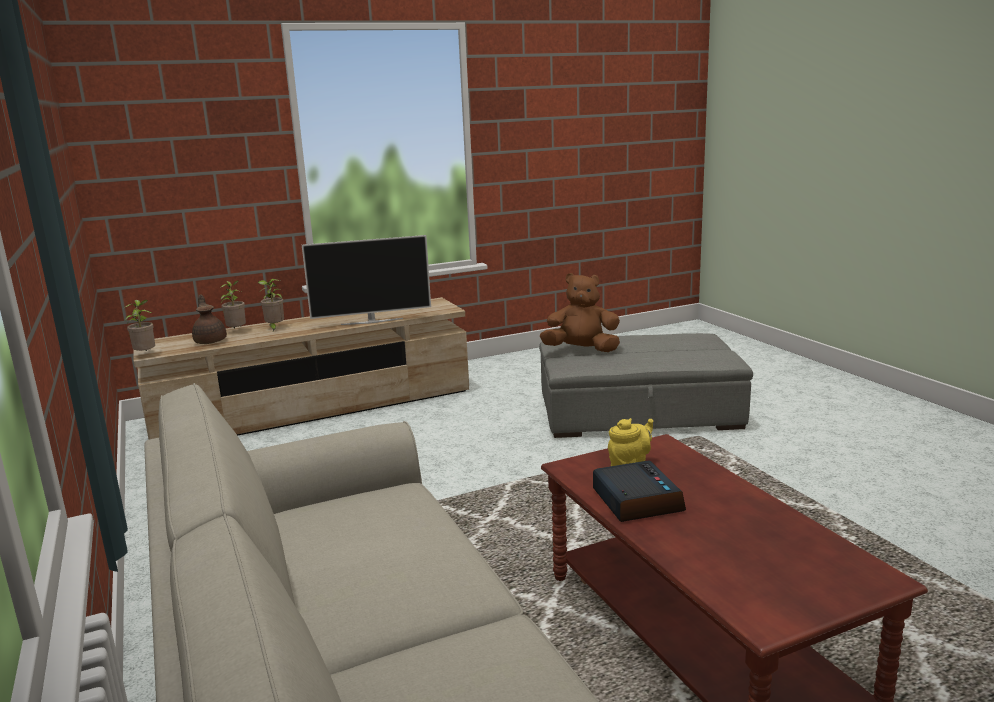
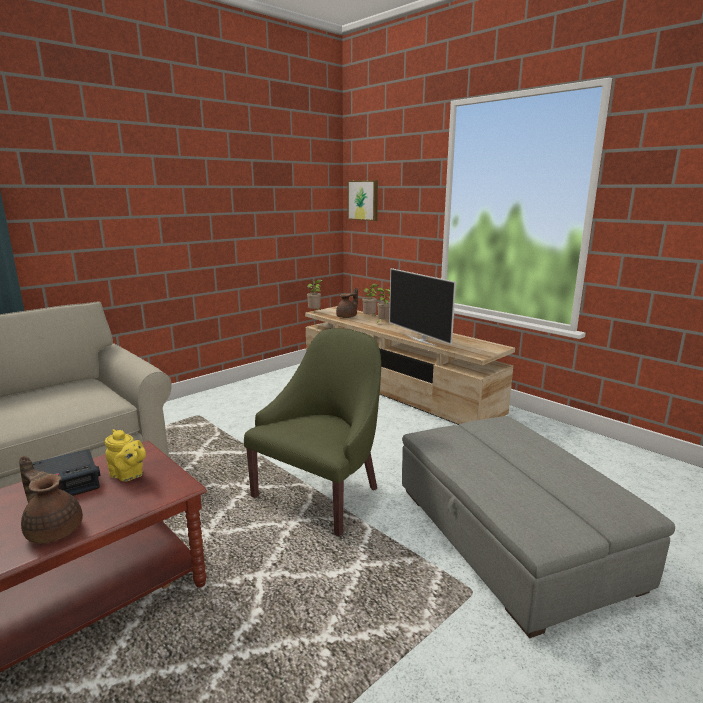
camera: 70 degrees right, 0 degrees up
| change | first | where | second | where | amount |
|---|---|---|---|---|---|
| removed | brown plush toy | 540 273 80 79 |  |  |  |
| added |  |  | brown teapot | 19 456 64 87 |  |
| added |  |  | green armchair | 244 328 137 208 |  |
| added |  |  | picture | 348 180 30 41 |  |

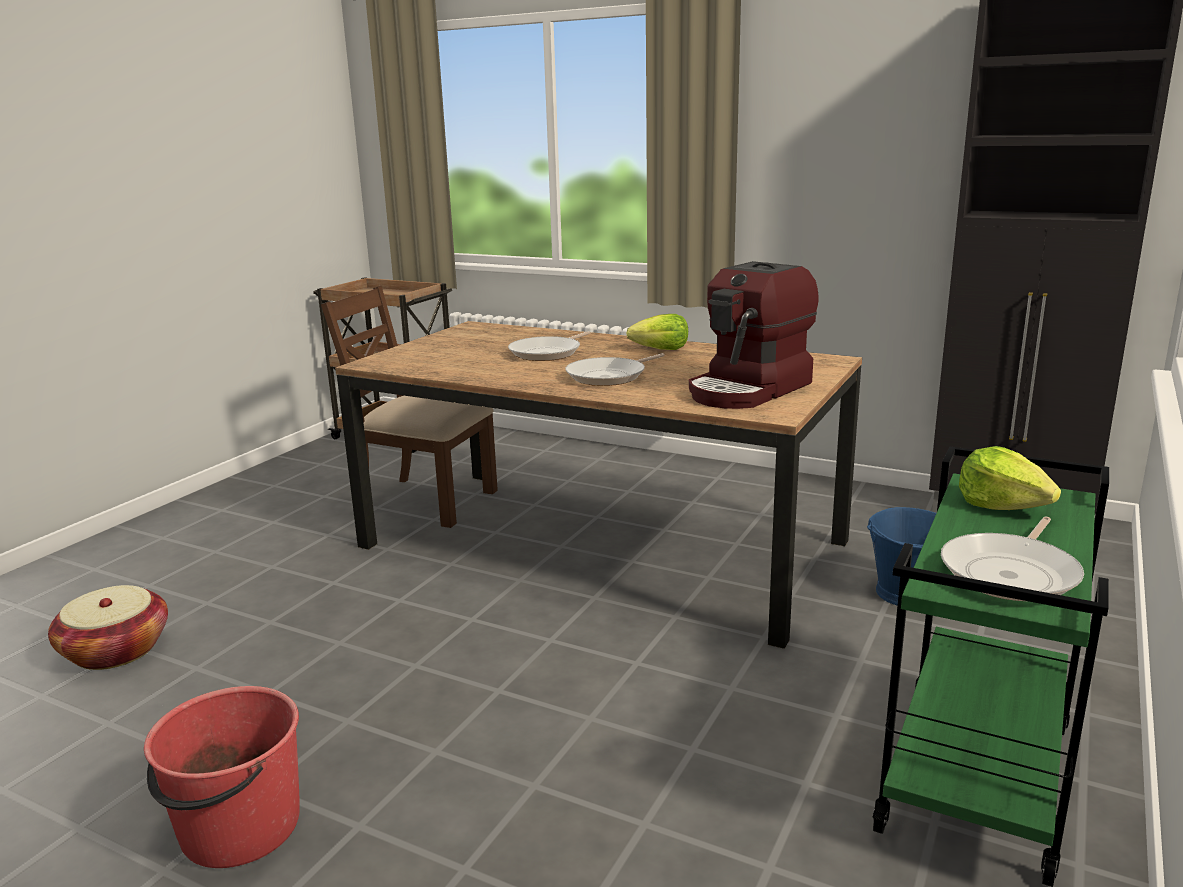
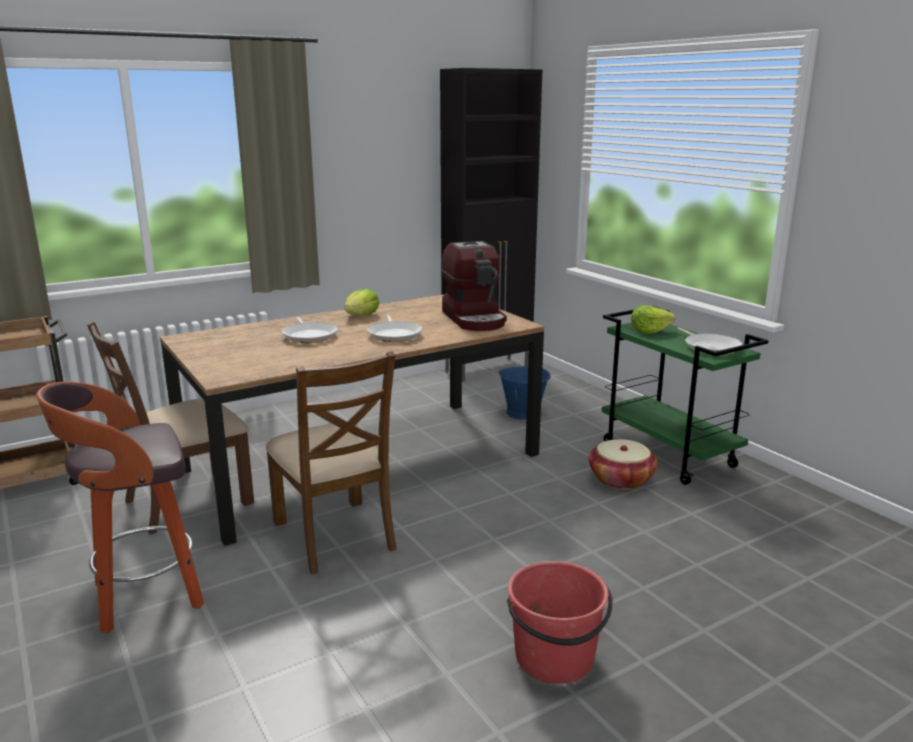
camera: 60 degrees left, 0 degrees up
| change | first | where | second | where | amount |
|---|---|---|---|---|---|
| added |  |  | stool | 36 382 168 252 |  |
| added |  |  | brown chair | 266 351 131 224 |  |
| moved | basket | 48 585 120 85 |  | 589 439 68 51 |  |

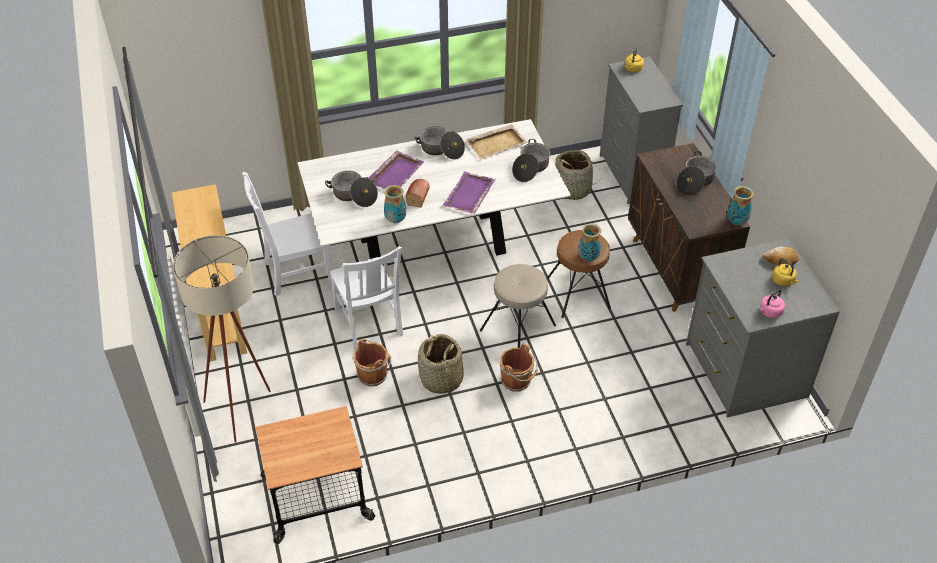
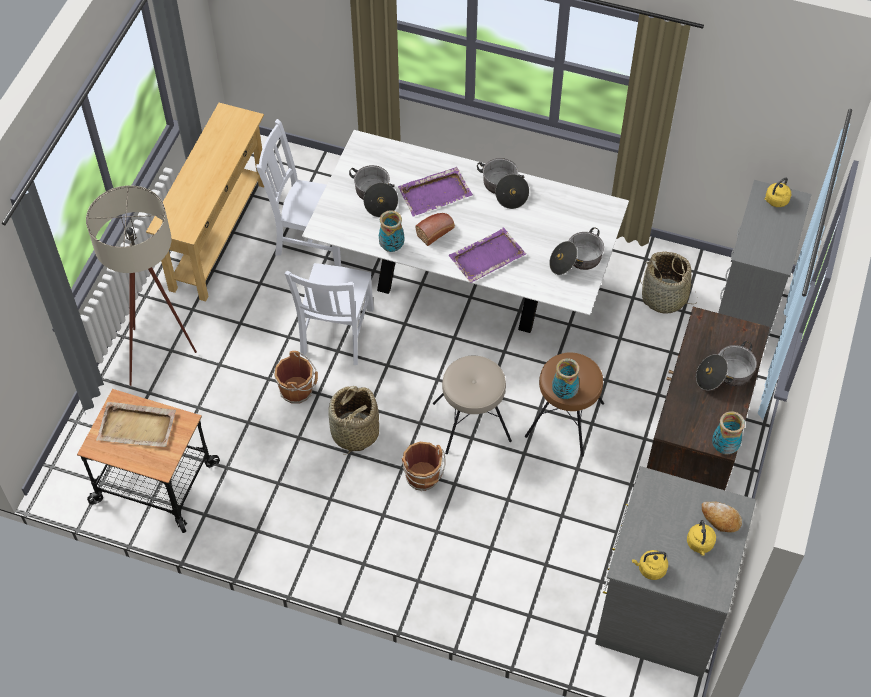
camera: 35 degrees right, 10 degrees up
| change | first | where | second | where | amount |
|---|---|---|---|---|---|
| moved | beige tray | 466 124 62 36 |  | 96 402 80 45 |  |
| recoloured | pink kettle | 759 289 26 29 | yellow kettle | 632 550 36 30 |  |

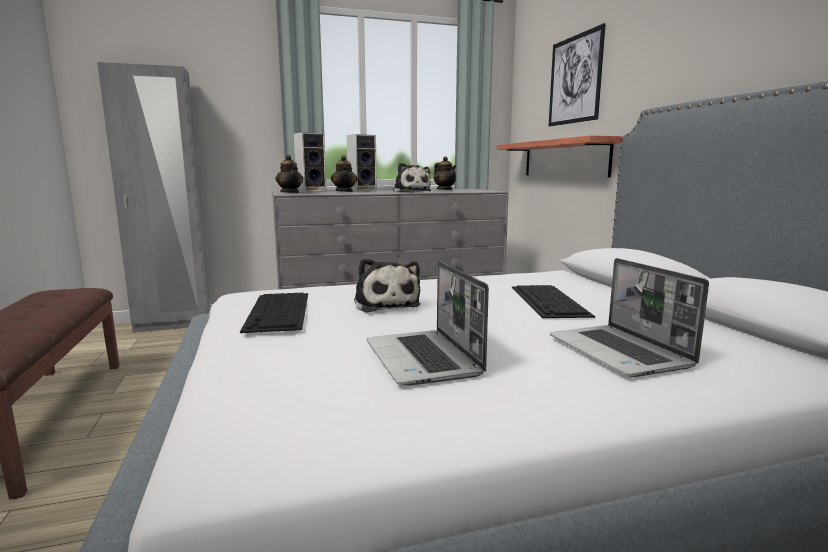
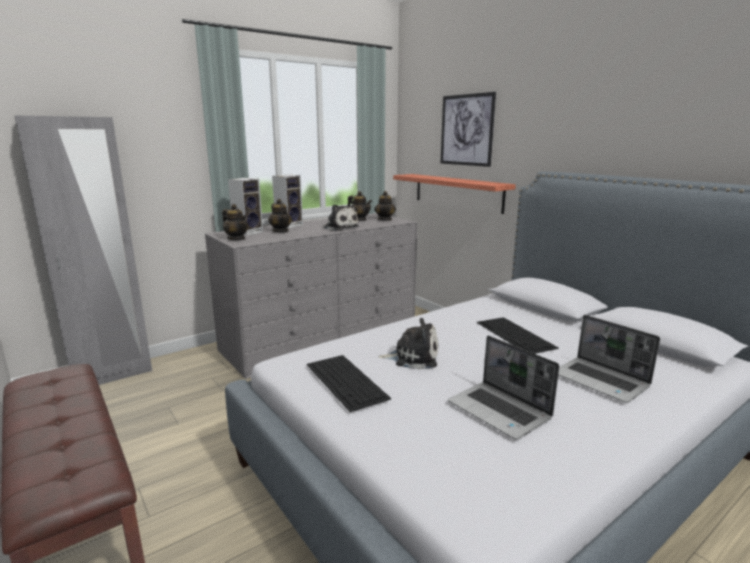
camera: 20 degrees left, 5 degrees up
| change | first | where | second | where | amount |
|---|---|---|---|---|---|
| added |  |  | teapot | 374 191 22 30 |  |
| turned | plush toy | 354 258 66 55 |  | 379 318 59 51 | 45 degrees counterclockwise |

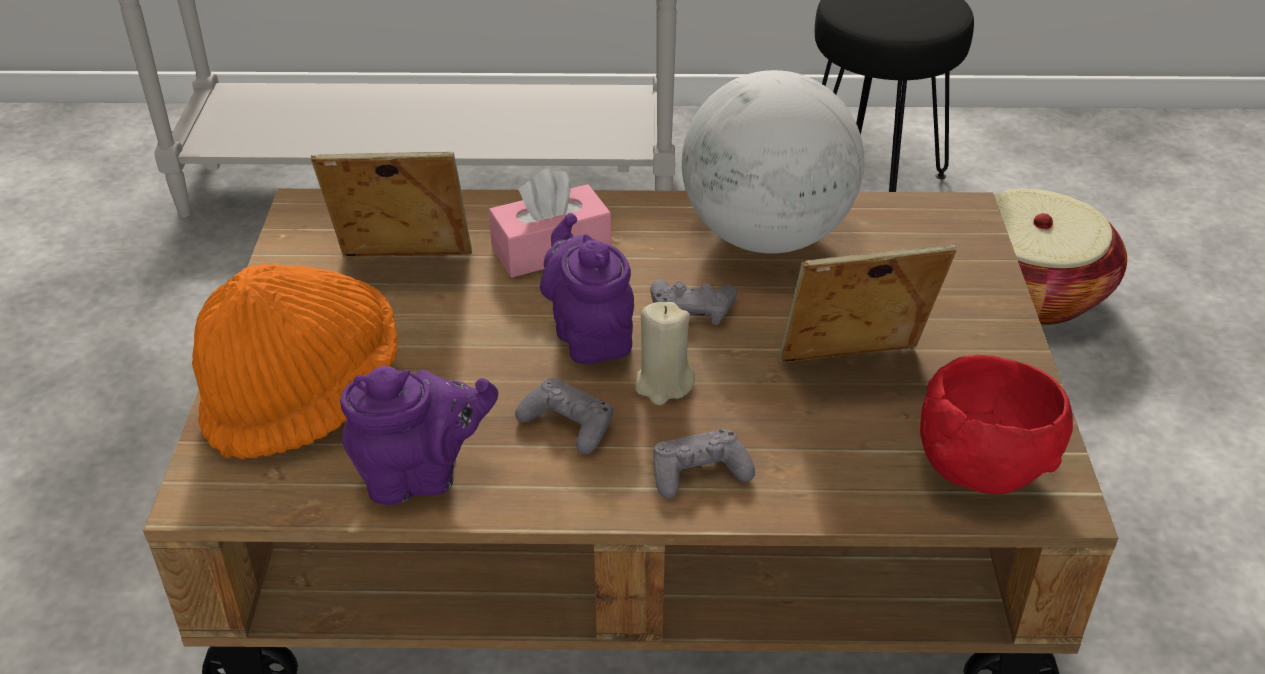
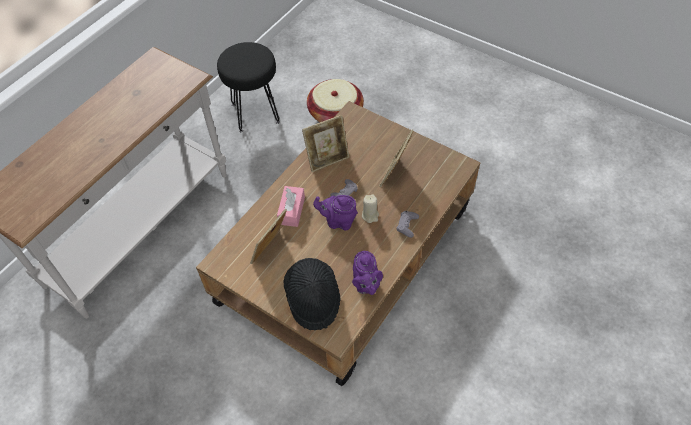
camera: 55 degrees left, 15 degrees up
| change | first | where | second | where | amount |
|---|---|---|---|---|---|
| removed | grey game controller | 515 378 99 76 |  |  |  |
| removed | red bowl | 920 355 153 139 |  |  |  |
| replaced | globe | 682 70 182 184 | picture frame | 302 115 47 57 |  |
| recoloured | orange hat | 192 264 206 195 | black hat | 283 258 58 72 |  |
| turned | purple teapot | 340 366 158 139 |  | 352 251 31 44 | 150 degrees clockwise |

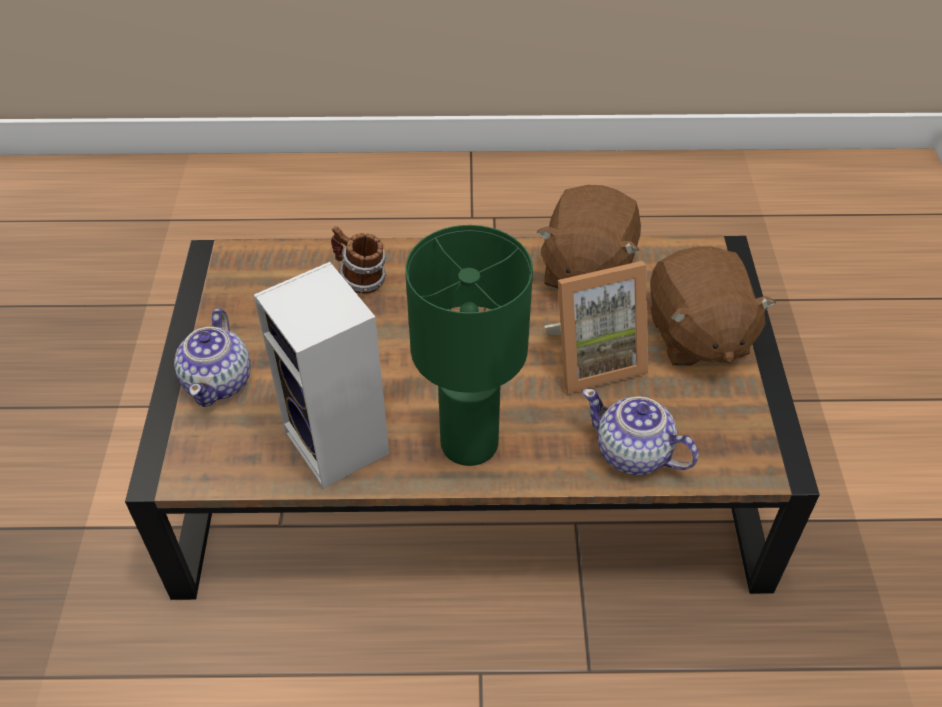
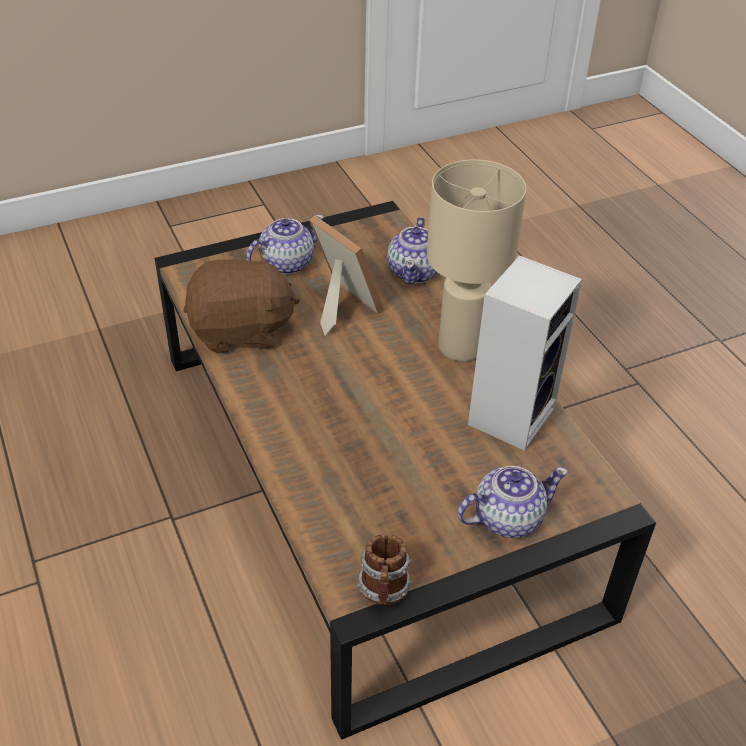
camera: 115 degrees left, 5 degrees down
| change | first | where | second | where | amount |
|---|---|---|---|---|---|
| moved | mug | 331 226 56 68 |  | 358 534 54 71 |  |
| replaced | brown plush toy | 650 246 126 121 | teapot | 247 215 77 59 |  |
| recoloured | green table lamp | 405 225 128 241 | beige table lamp | 427 159 99 202 |  |

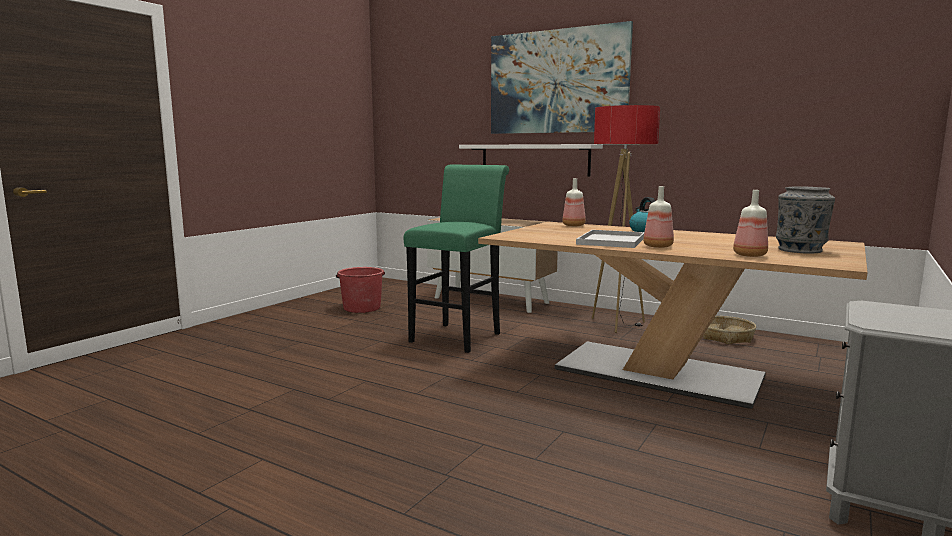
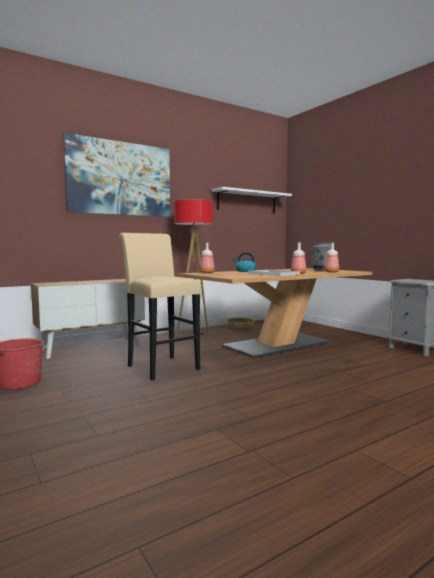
camera: 65 degrees left, 5 degrees down
| change | first | where | second | where | amount |
|---|---|---|---|---|---|
| moved | white shelf | 459 144 144 33 |  | 211 187 81 26 |  |
| recoloured | green stool | 404 164 105 189 | beige stool | 119 233 82 147 |  |

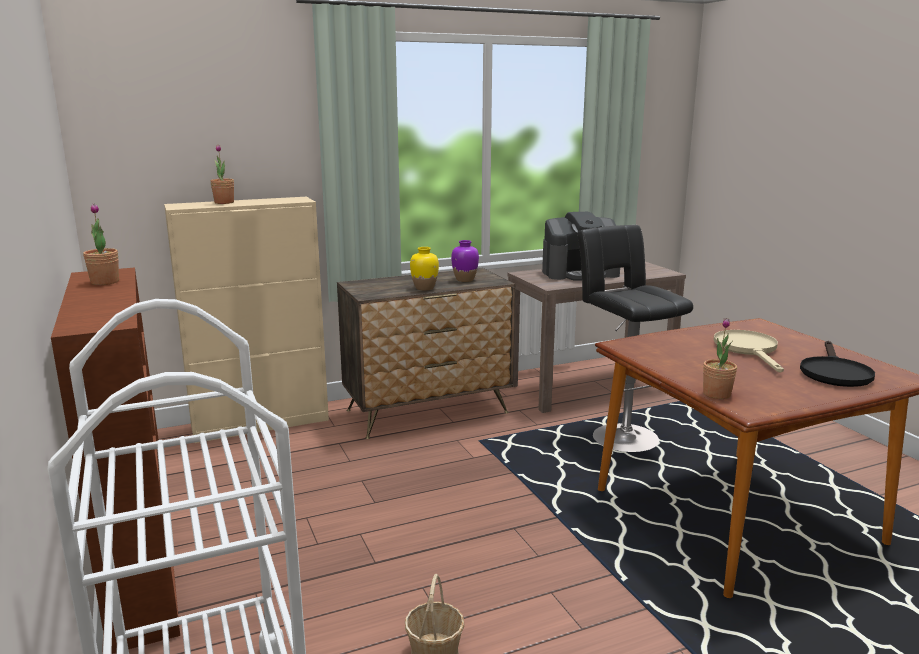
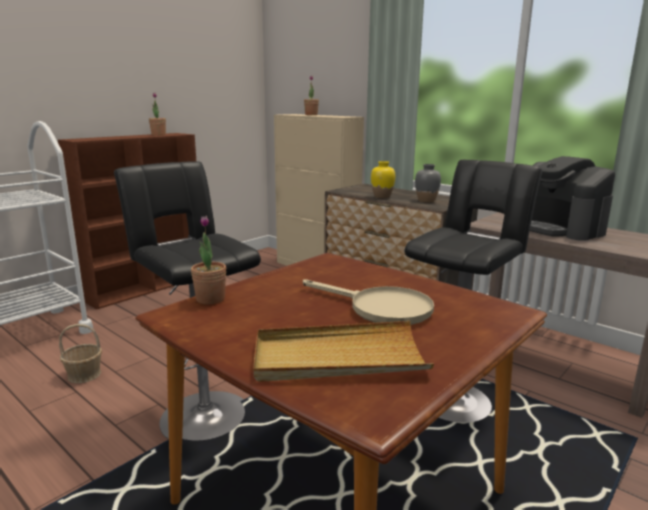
camera: 65 degrees right, 0 degrees up
| change | first | where | second | where | amount |
|---|---|---|---|---|---|
| added |  |  | black stool | 114 161 147 279 |  |
| replaced | black frying pan | 800 341 75 46 | beige tray | 254 321 180 61 |  |
| recoloured | purple vase | 451 240 28 42 | grey vase | 415 164 26 38 |  |
| turned | beige frying pan | 714 330 70 43 |  | 303 279 131 46 | 60 degrees clockwise |

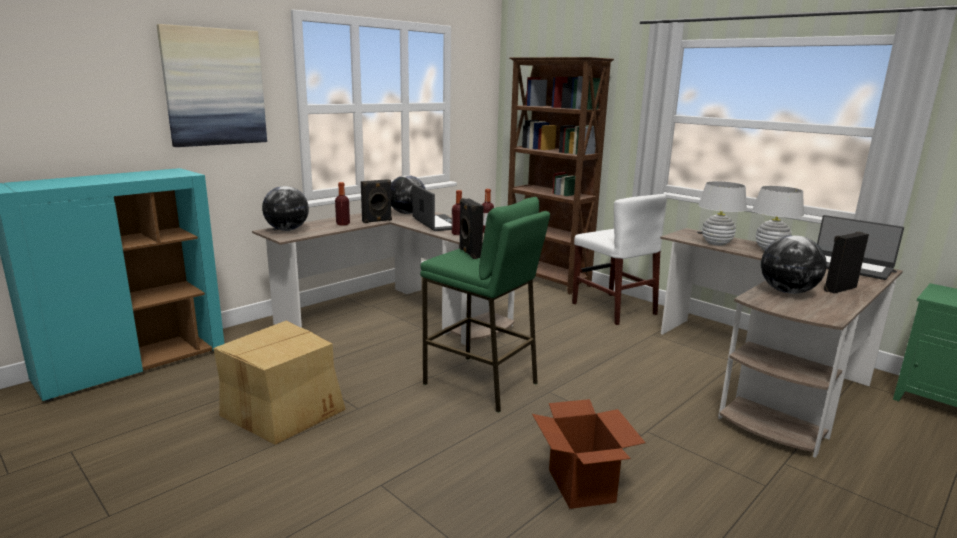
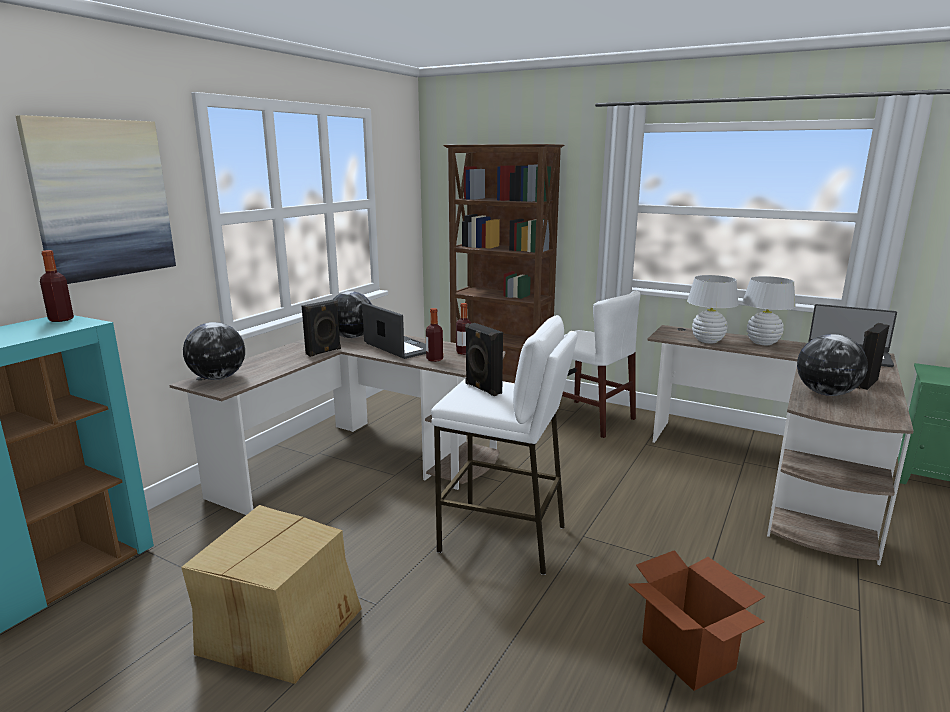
camera: 15 degrees left, 0 degrees up
| change | first | where | second | where | amount |
|---|---|---|---|---|---|
| moved | bottle | 335 182 15 44 |  | 40 250 34 72 |  |
| recoloured | green stool | 420 197 130 216 | white stool | 431 315 147 260 |  |

